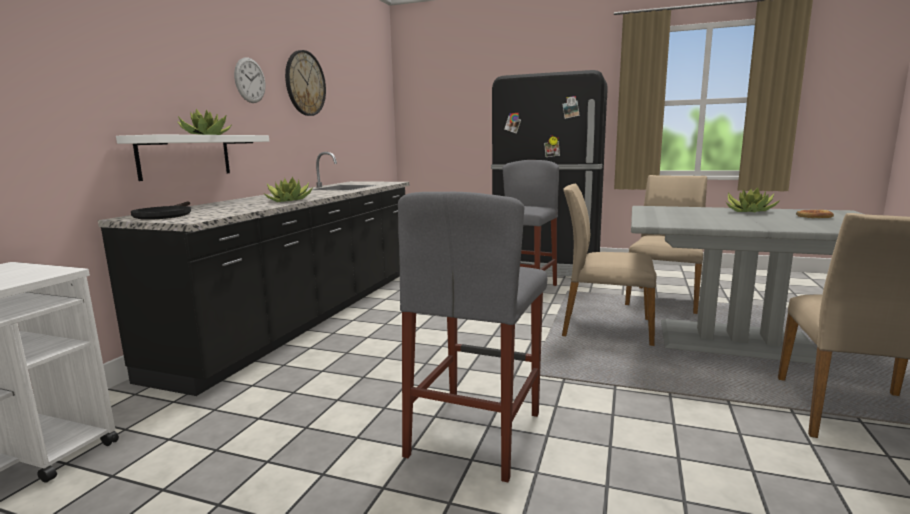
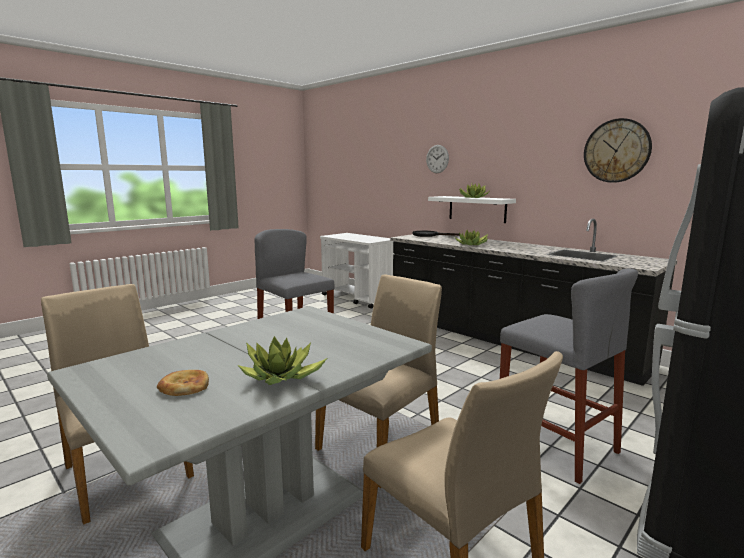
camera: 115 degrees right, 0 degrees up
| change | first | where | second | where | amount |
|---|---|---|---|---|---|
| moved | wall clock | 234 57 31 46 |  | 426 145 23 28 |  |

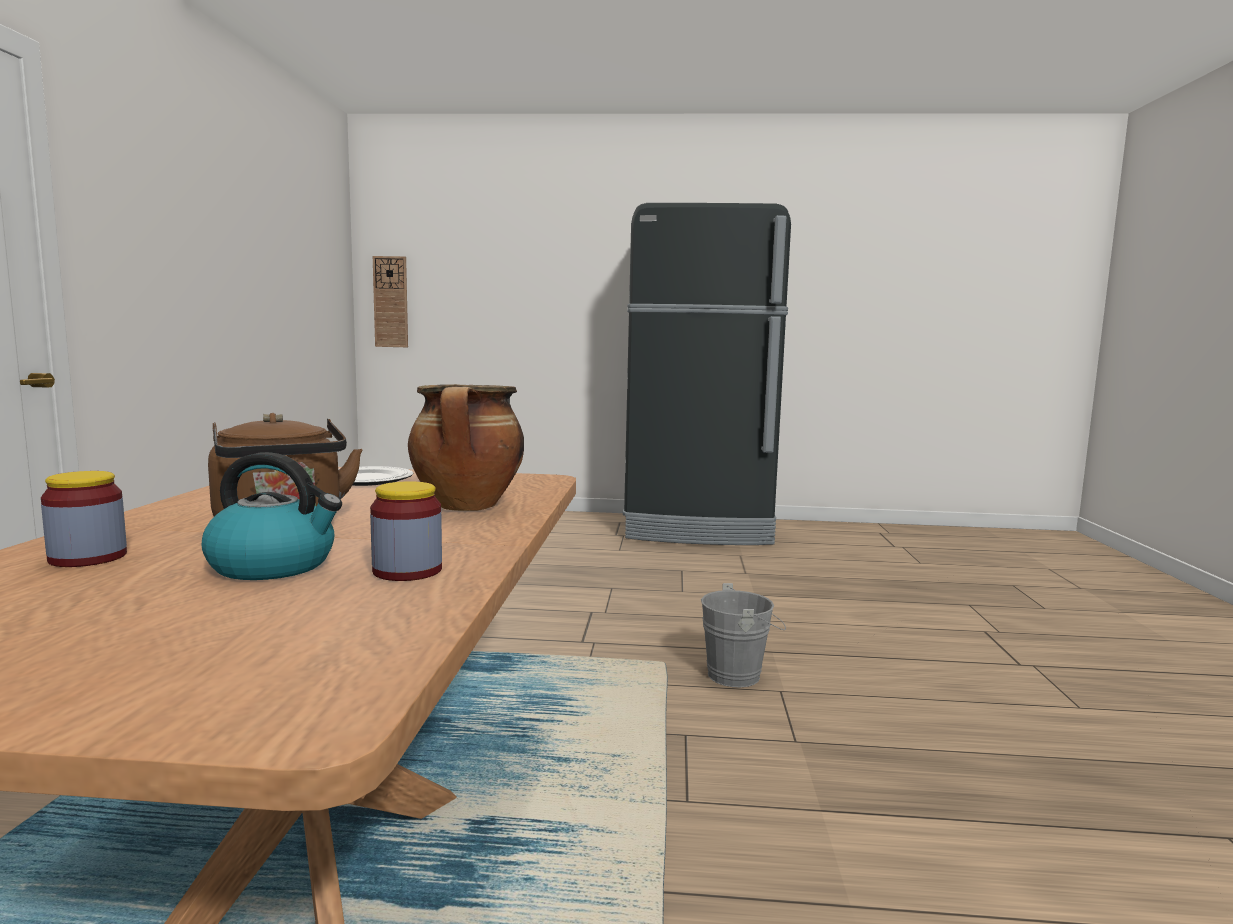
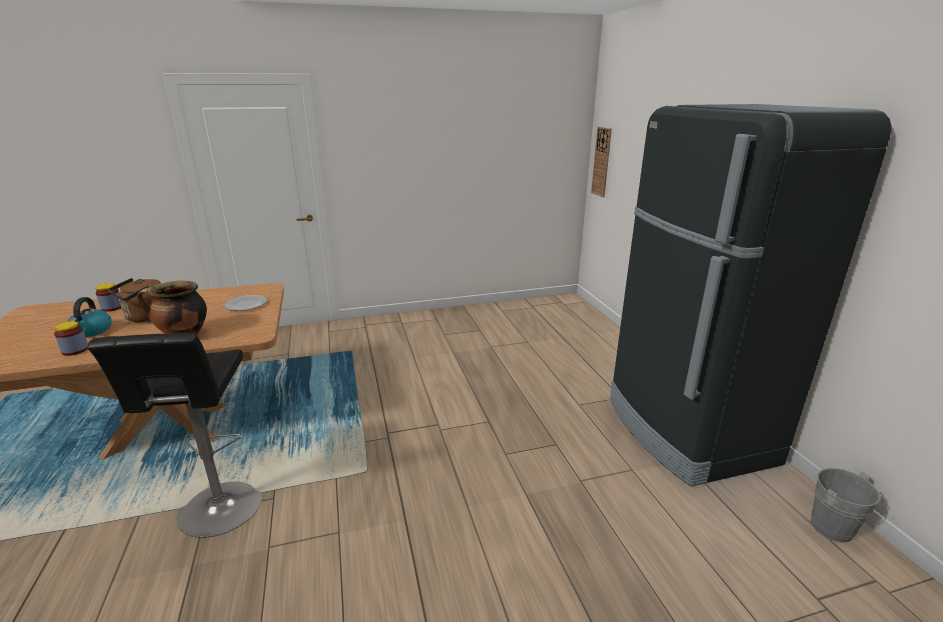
camera: 70 degrees right, 15 degrees up
| change | first | where | second | where | amount |
|---|---|---|---|---|---|
| added |  |  | black stool | 87 333 175 205 |  |
| moved | grey bucket | 701 583 85 104 |  | 810 468 77 75 |  |

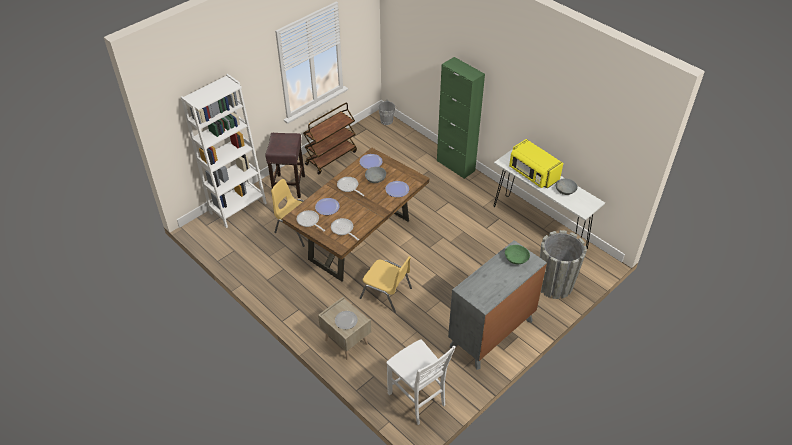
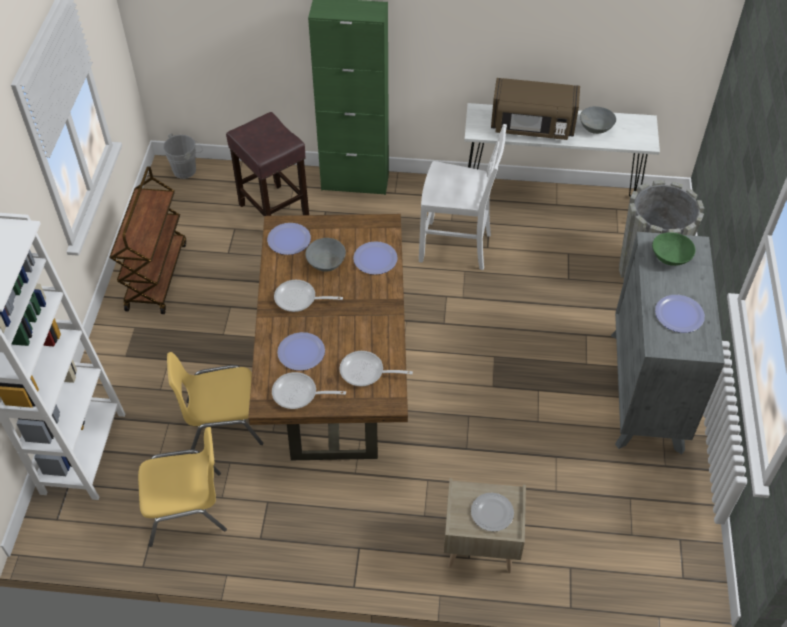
camera: 40 degrees left, 5 degrees up
| change | first | where | second | where | amount |
|---|---|---|---|---|---|
| added |  |  | plate | 655 295 50 38 |  |
| moved | brown stool | 265 133 40 65 |  | 226 112 83 104 |  |
| moved | yellow chair | 360 256 52 57 |  | 138 427 89 120 |  |
| moved | white chair | 386 339 70 86 |  | 419 124 88 146 |  |
| recoloured | yellow microwave | 509 139 54 49 | brown microwave | 491 78 89 62 |  |

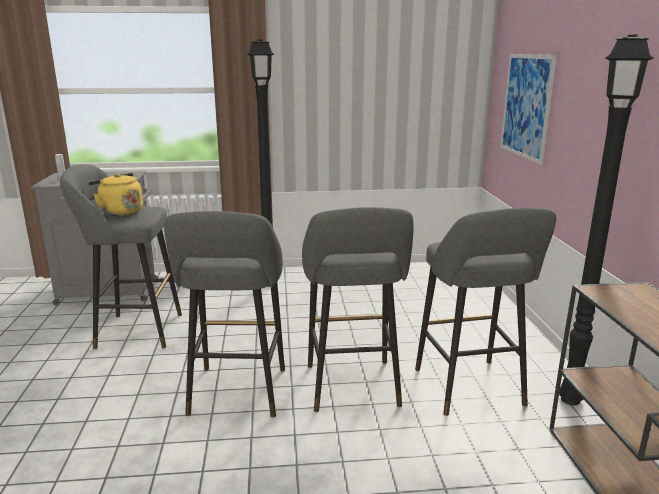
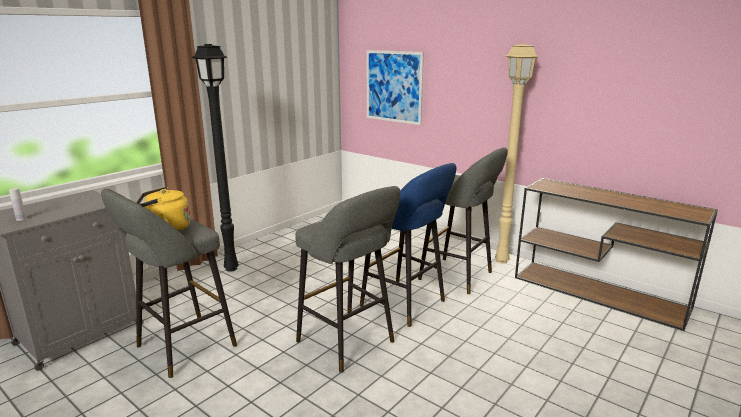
camera: 45 degrees left, 0 degrees up
| change | first | where | second | where | amount |
|---|---|---|---|---|---|
| recoloured | grey stool | 302 207 112 205 | blue stool | 360 163 96 164 |  |
| recoloured | black floor lamp | 559 35 95 370 | beige floor lamp | 495 43 44 221 |  |

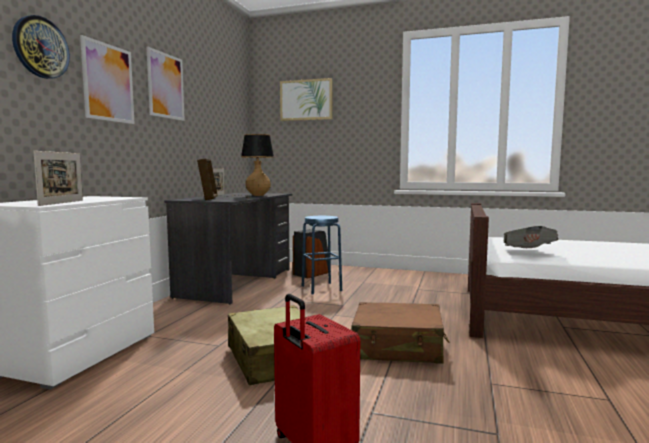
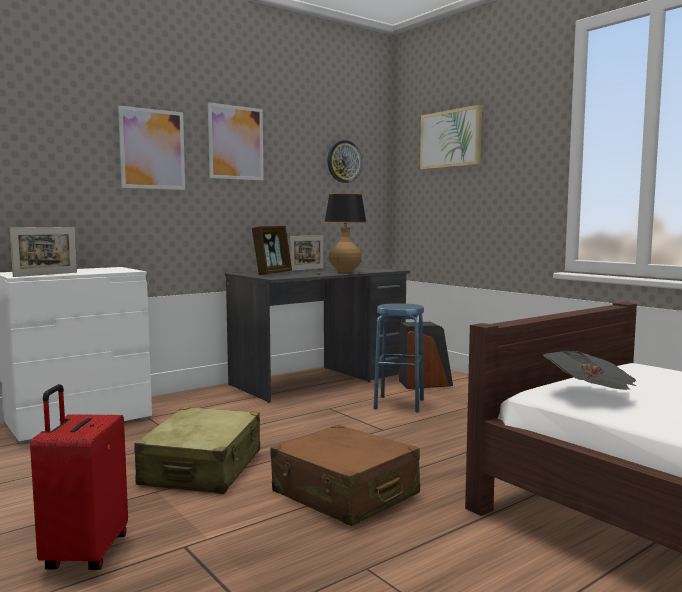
camera: 35 degrees right, 0 degrees up
| change | first | where | second | where | amount |
|---|---|---|---|---|---|
| moved | wall clock | 12 15 58 64 |  | 327 140 35 43 |  |

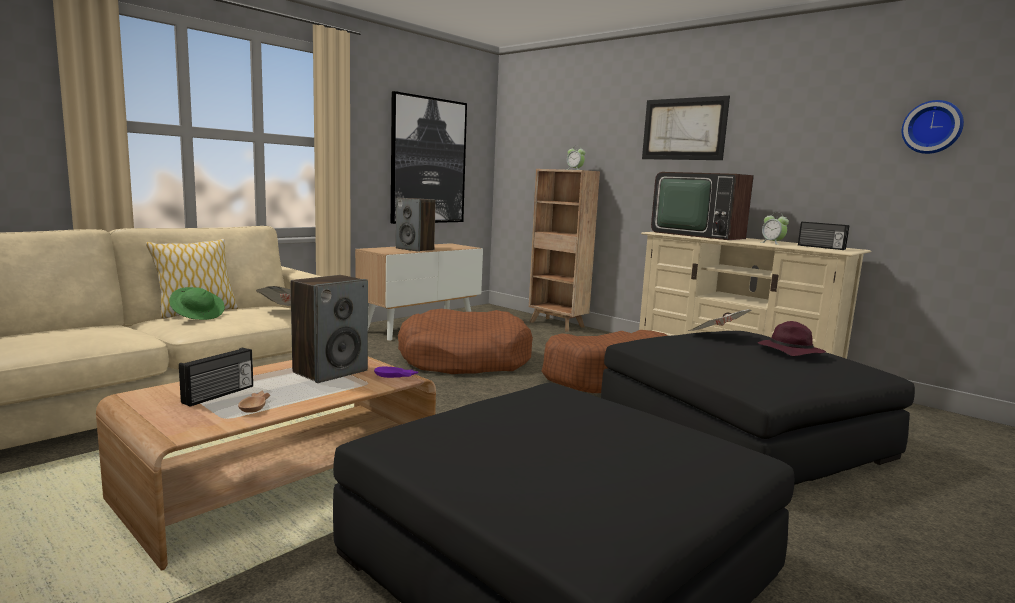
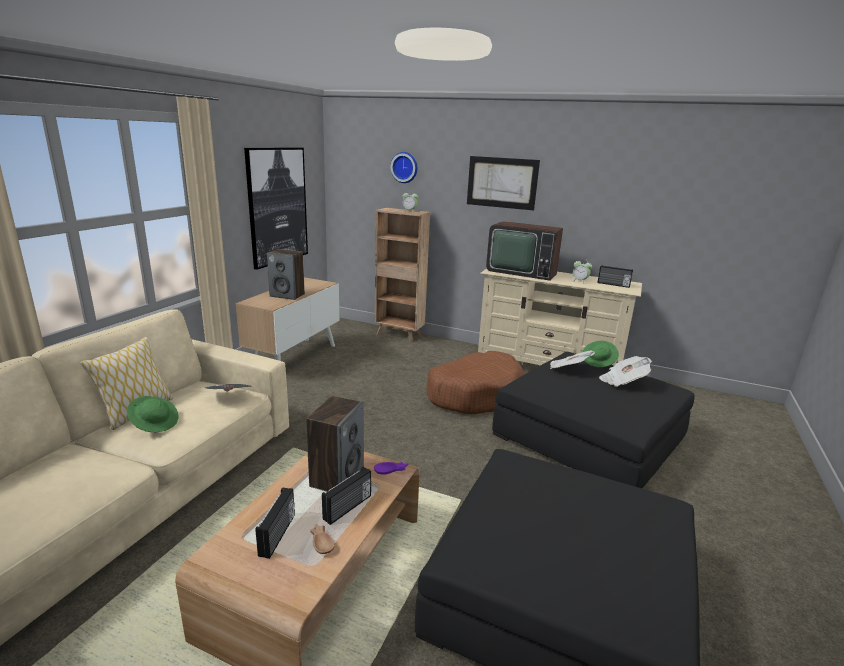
camera: 20 degrees left, 10 degrees up
| change | first | where | second | where | amount |
|---|---|---|---|---|---|
| removed | brown dog bed | 398 309 135 65 |  |  |  |
| added |  |  | radio | 322 467 49 58 |  |
| added |  |  | green hat | 582 341 37 27 |  |
| moved | wall clock | 902 100 62 54 |  | 390 152 28 31 |  |
| replaced | purple hat | 758 321 68 35 | newspaper | 599 356 53 31 |  |

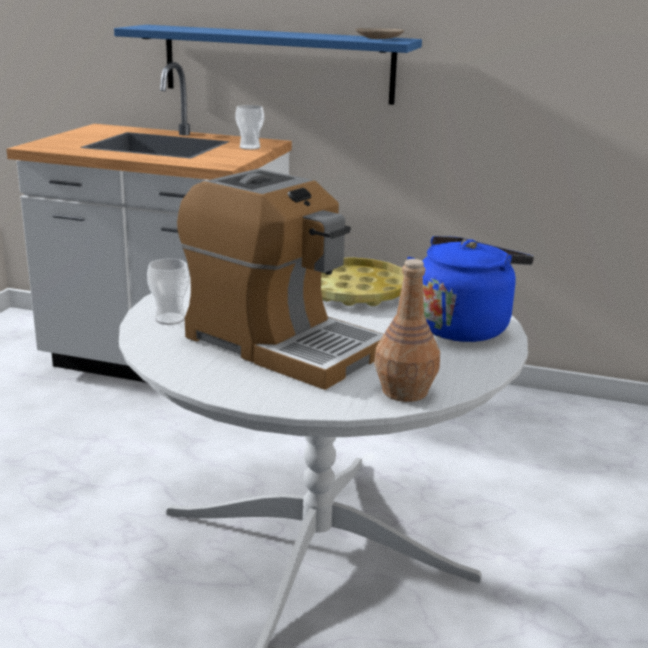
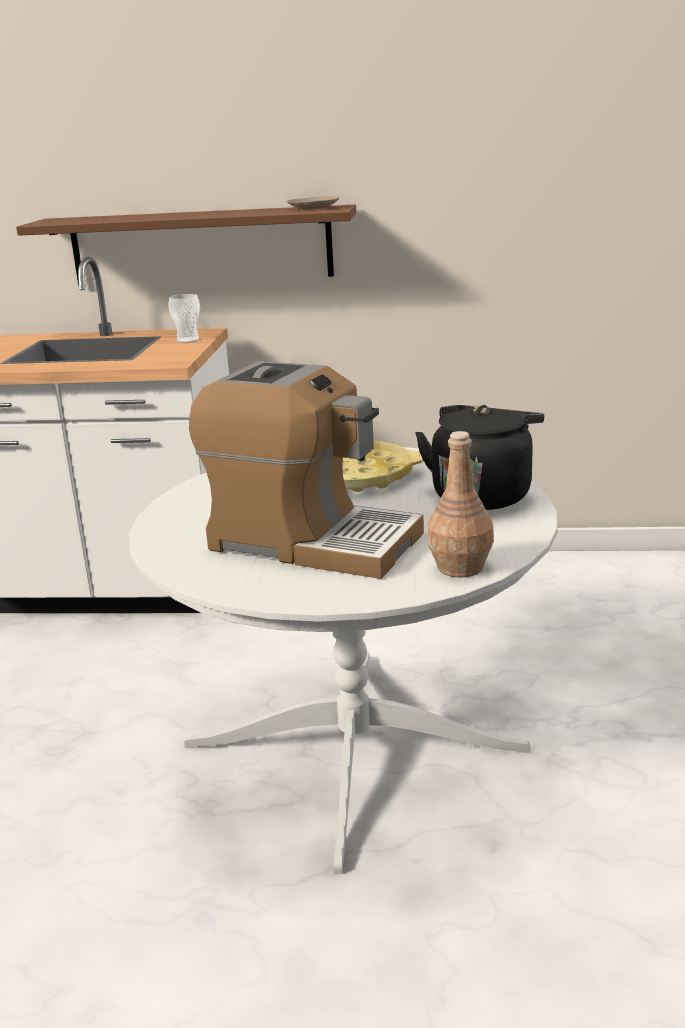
camera: 10 degrees left, 0 degrees up
| change | first | where | second | where | amount |
|---|---|---|---|---|---|
| removed | cup | 147 259 43 66 |  |  |  |
| recoloured | blue shelf | 114 25 308 80 | brown shelf | 16 205 340 81 |  |
| recoloured | blue kettle | 407 236 127 106 | black kettle | 415 405 129 105 |  |

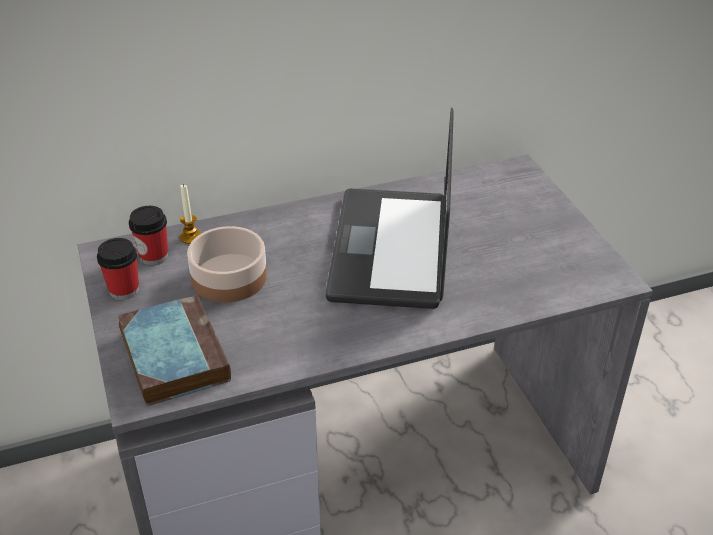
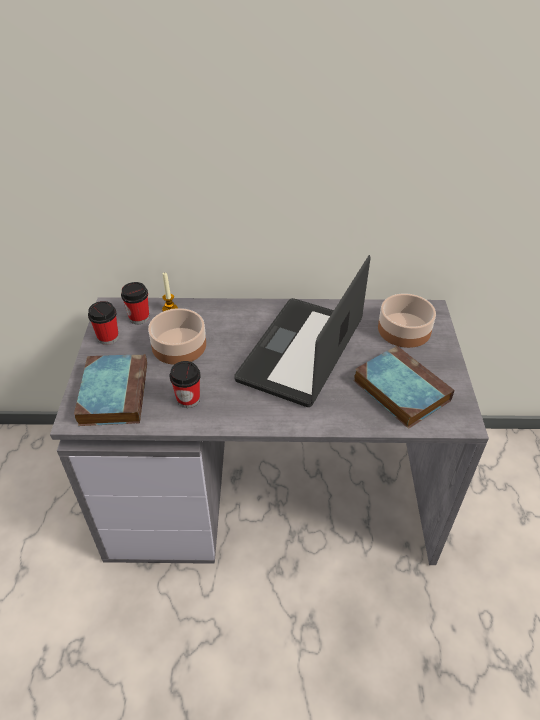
camera: 20 degrees right, 5 degrees up
| change | first | where | second | where | amount |
|---|---|---|---|---|---|
| added |  |  | cup | 169 361 32 47 |  |
| added |  |  | book | 353 345 101 84 |  |
| added |  |  | bowl | 378 294 58 54 |  |

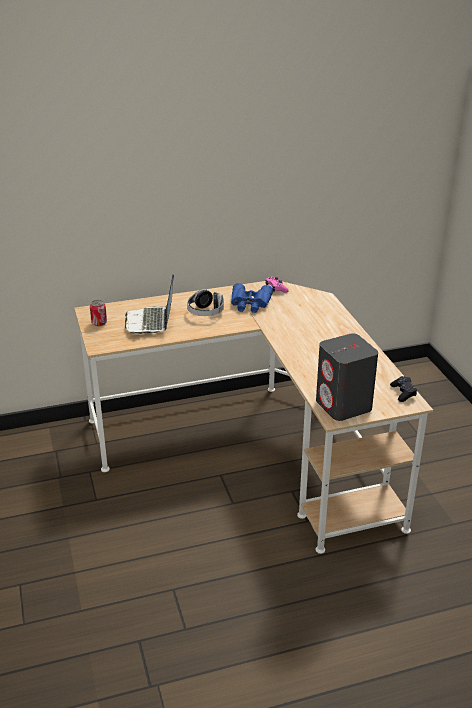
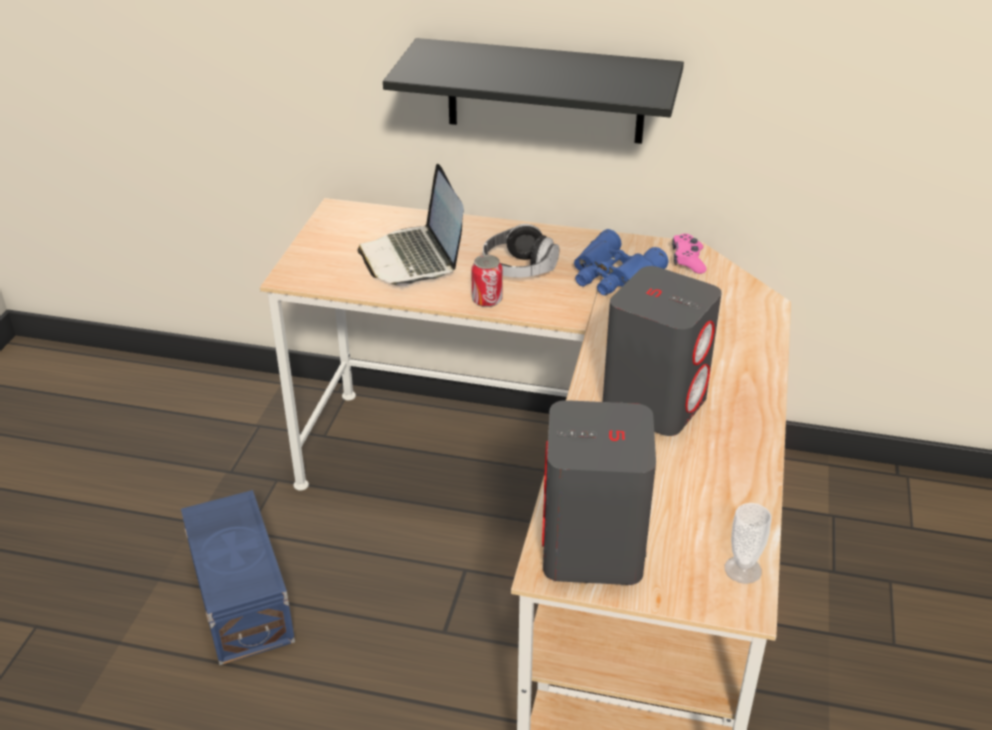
camera: 30 degrees right, 5 degrees up
| change | first | where | second | where | amount |
|---|---|---|---|---|---|
| added |  |  | blue storage box | 181 490 114 175 |  |
| added |  |  | black shelf | 383 38 301 106 |  |
| added |  |  | grey speaker | 603 266 119 170 |  |
| moved | can | 90 300 17 26 |  | 471 255 32 52 |  |
| replaced | black game controller | 390 376 27 26 | cup | 725 503 47 81 |  |
| turned | laptop | 125 275 49 60 |  | 357 164 107 122 | 45 degrees counterclockwise |

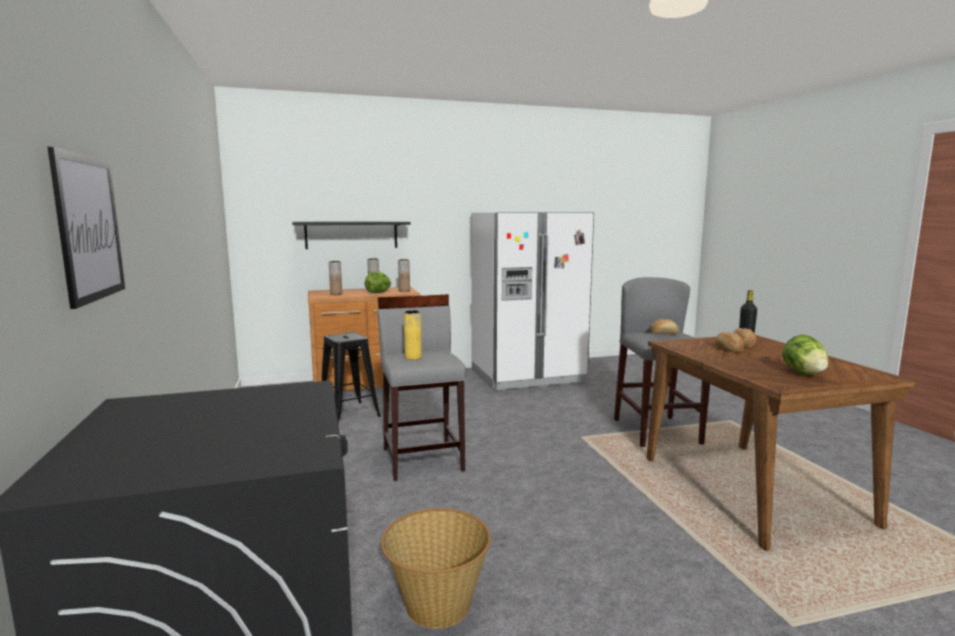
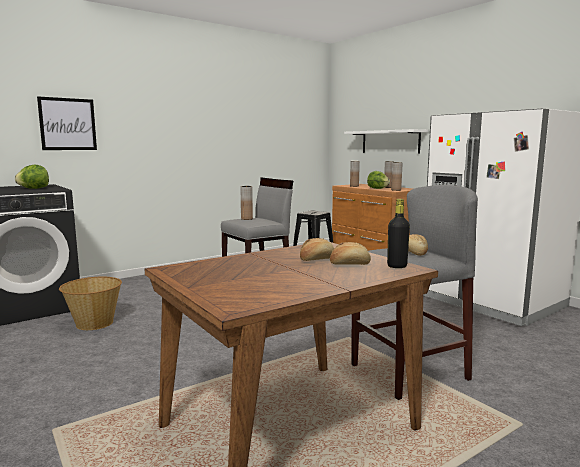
camera: 70 degrees right, 0 degrees up
| change | first | where | second | where | amount |
|---|---|---|---|---|---|
| moved | lettuce | 782 334 46 41 |  | 15 165 34 24 |  |
| recoloured | black shelf | 292 221 119 28 | white shelf | 344 129 84 25 |  |
| recoloured | yellow vase | 404 310 18 50 | brown vase | 240 186 13 34 |  |

